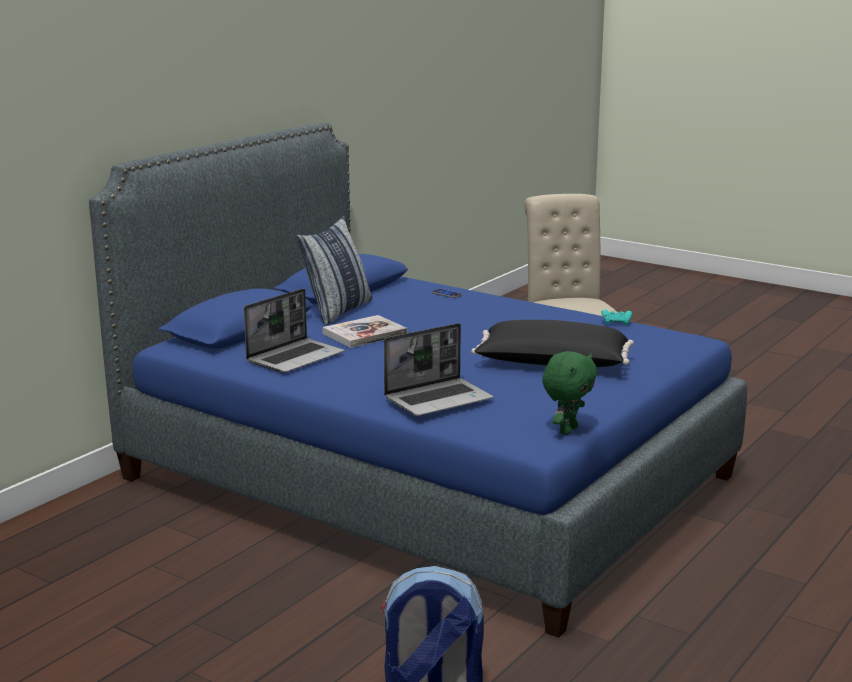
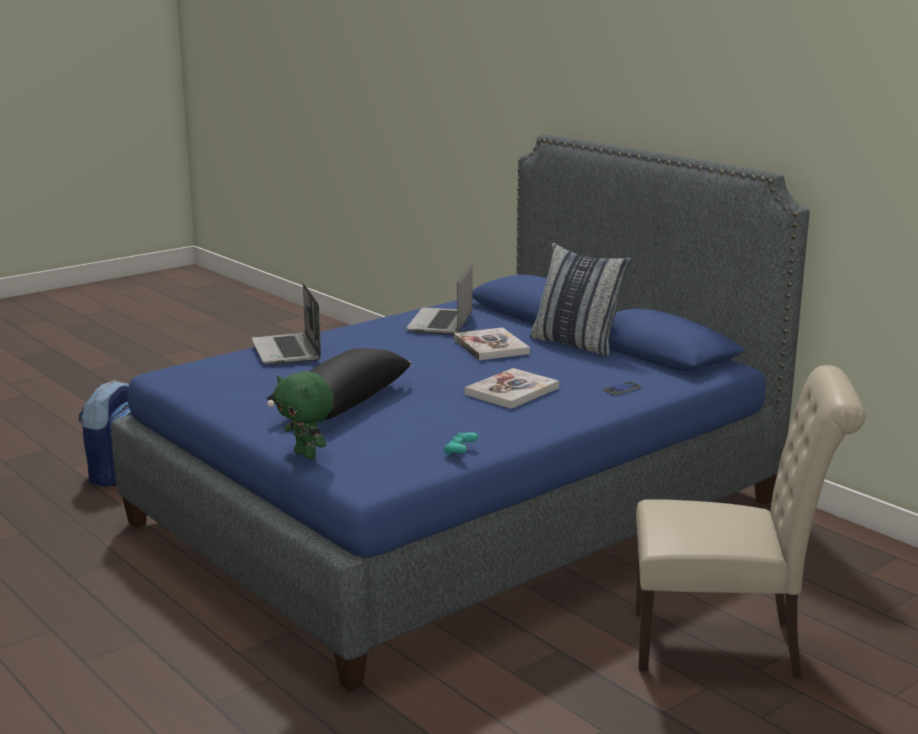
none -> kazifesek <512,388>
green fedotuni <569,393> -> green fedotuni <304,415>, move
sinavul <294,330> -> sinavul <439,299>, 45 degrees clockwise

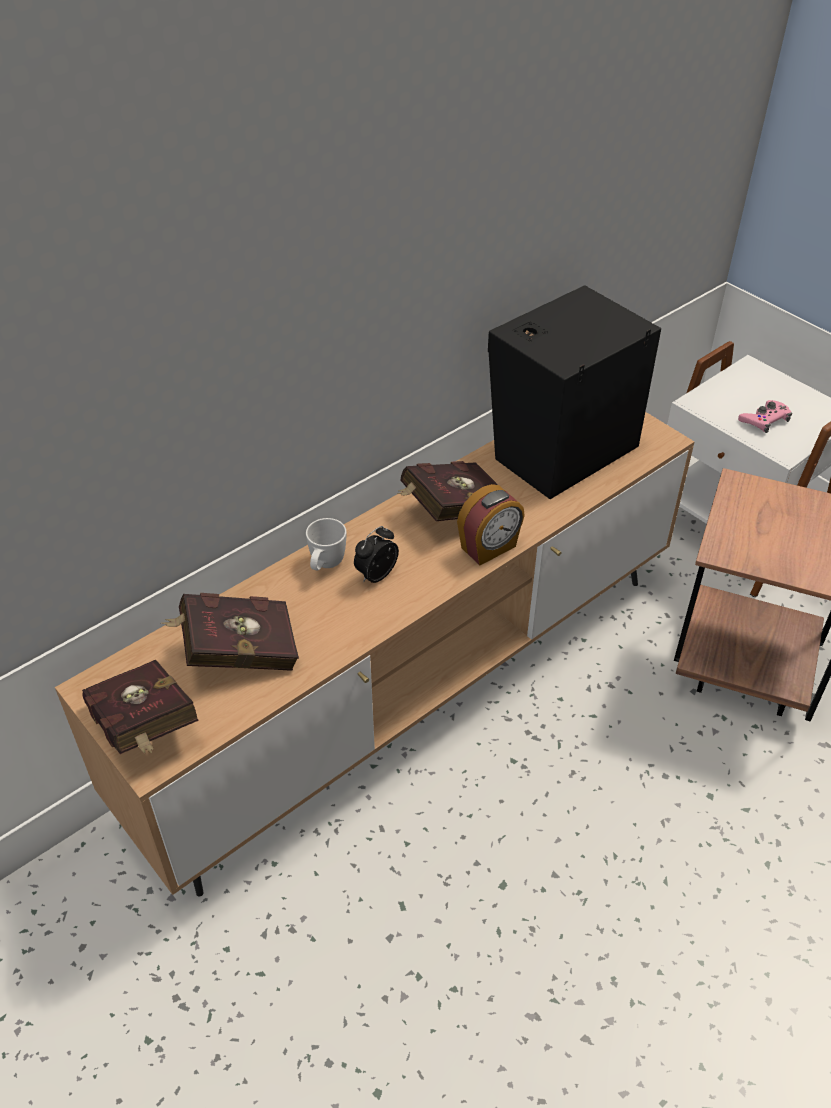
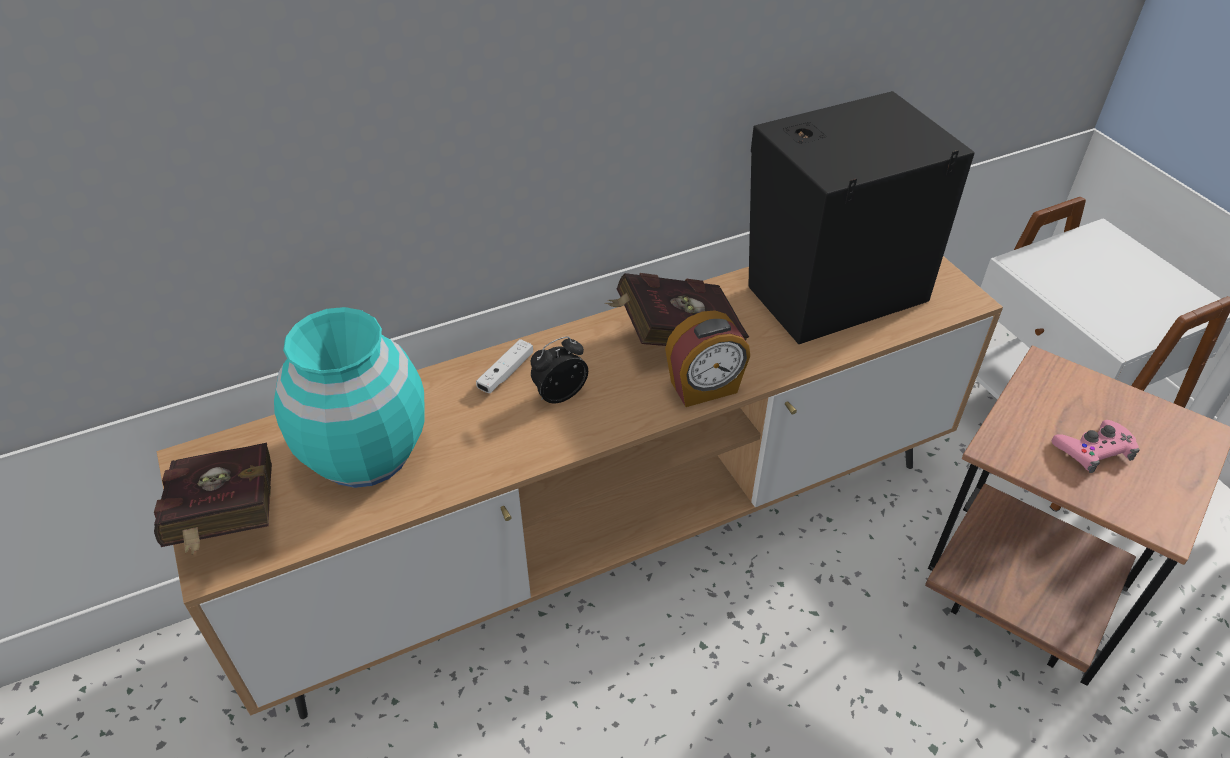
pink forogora <765,416> -> pink forogora <1096,446>, move
red kazifesek <230,632> -> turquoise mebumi <349,397>
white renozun <326,544> -> white forogora <504,366>

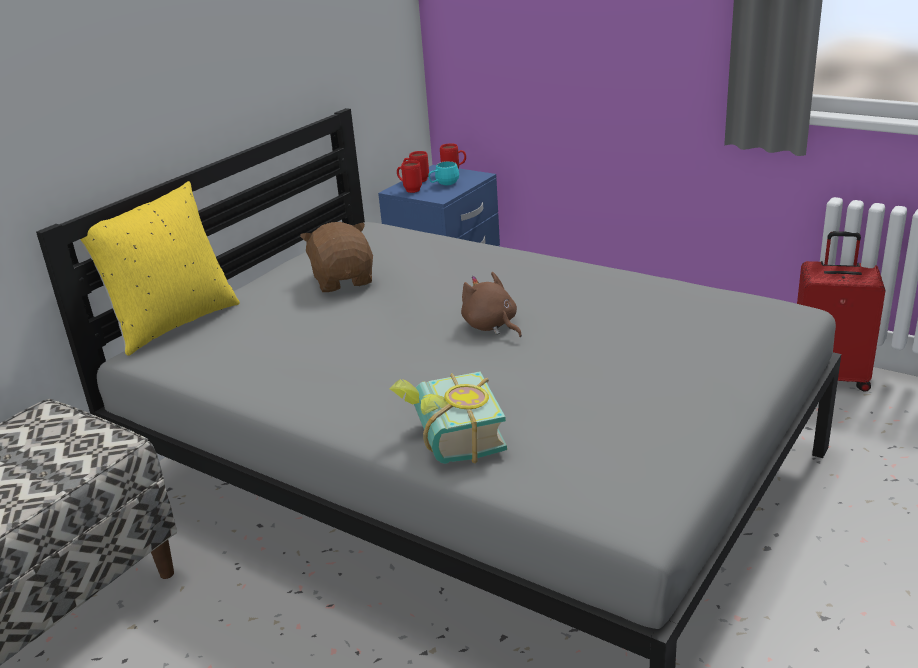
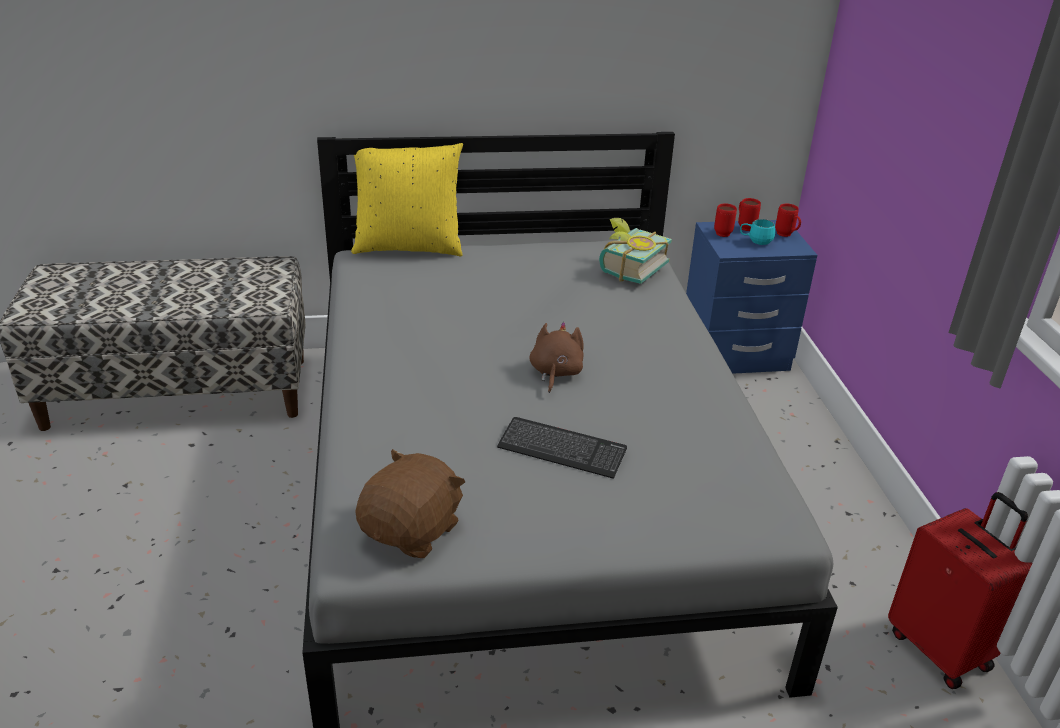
none -> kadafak <562,448>
brown fedotuni <336,257> -> brown fedotuni <410,503>, move
kazifesek <448,418> -> kazifesek <635,251>, move

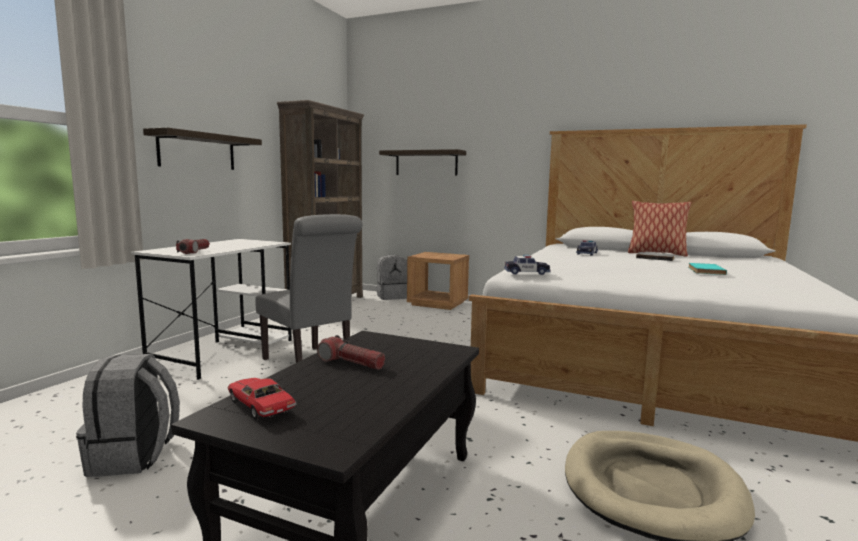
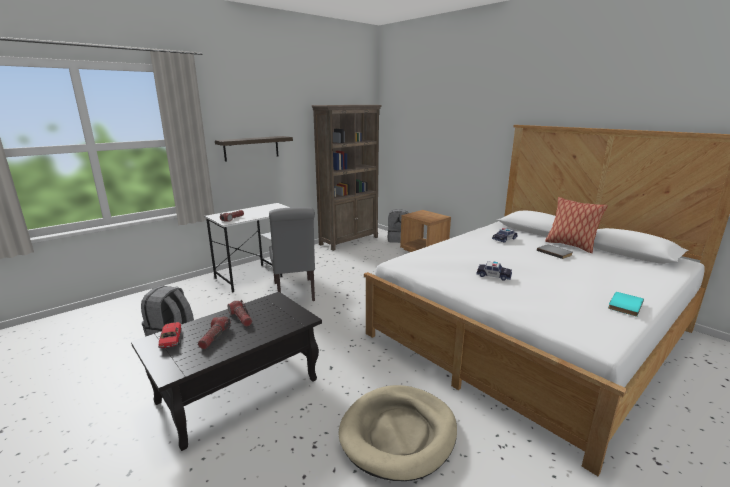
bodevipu <422,162> -> none
none -> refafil <214,332>
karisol <527,265> -> karisol <494,271>, move
turquoise kazifesek <707,269> -> turquoise kazifesek <626,304>, move

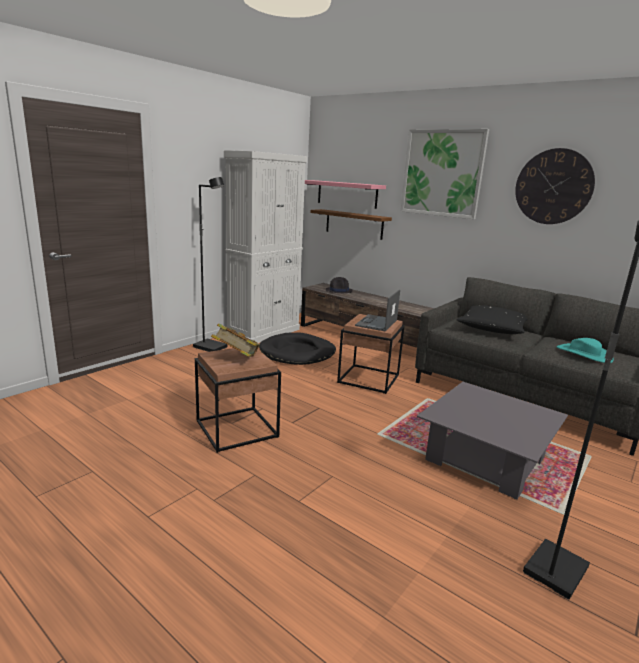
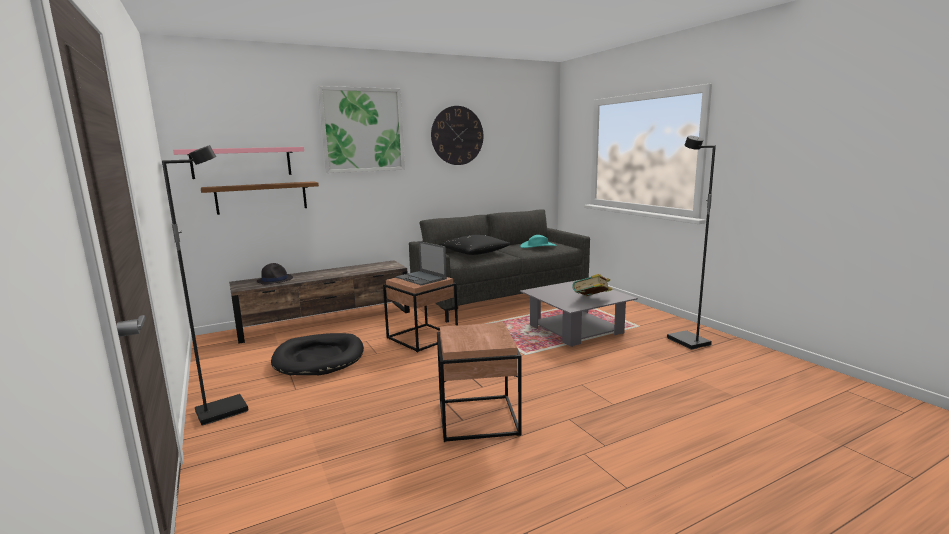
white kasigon <265,246> -> none
kazifesek <235,340> -> kazifesek <592,285>, move

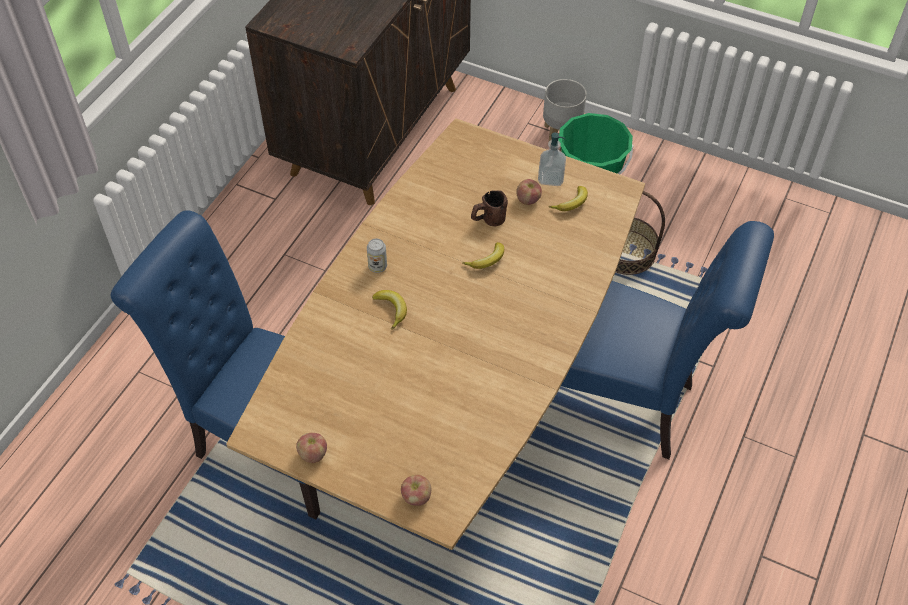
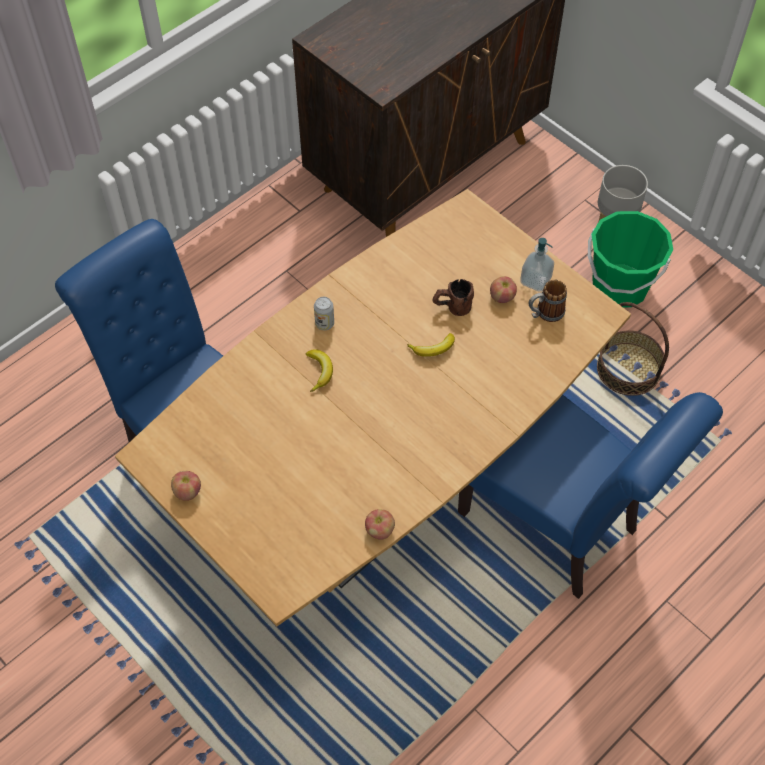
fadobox <416,490> -> fadobox <380,524>, move
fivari <568,198> -> renozun <548,300>

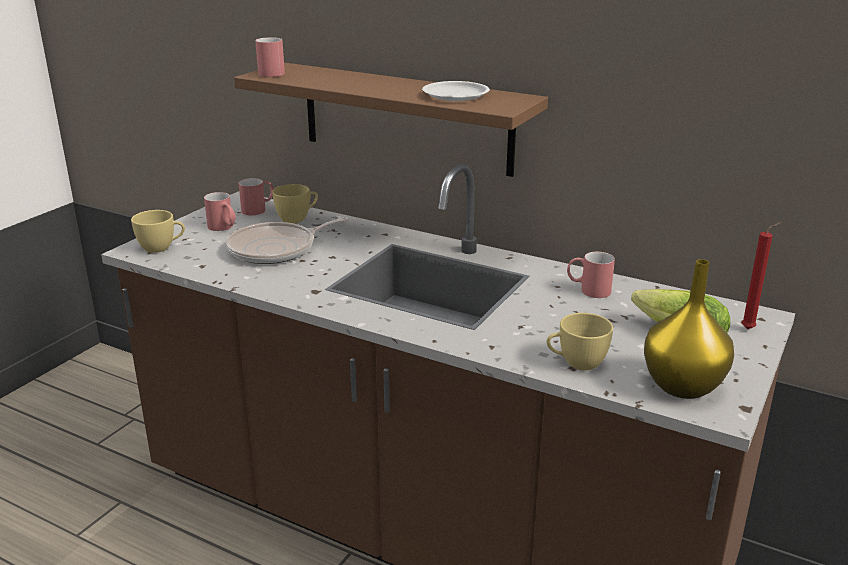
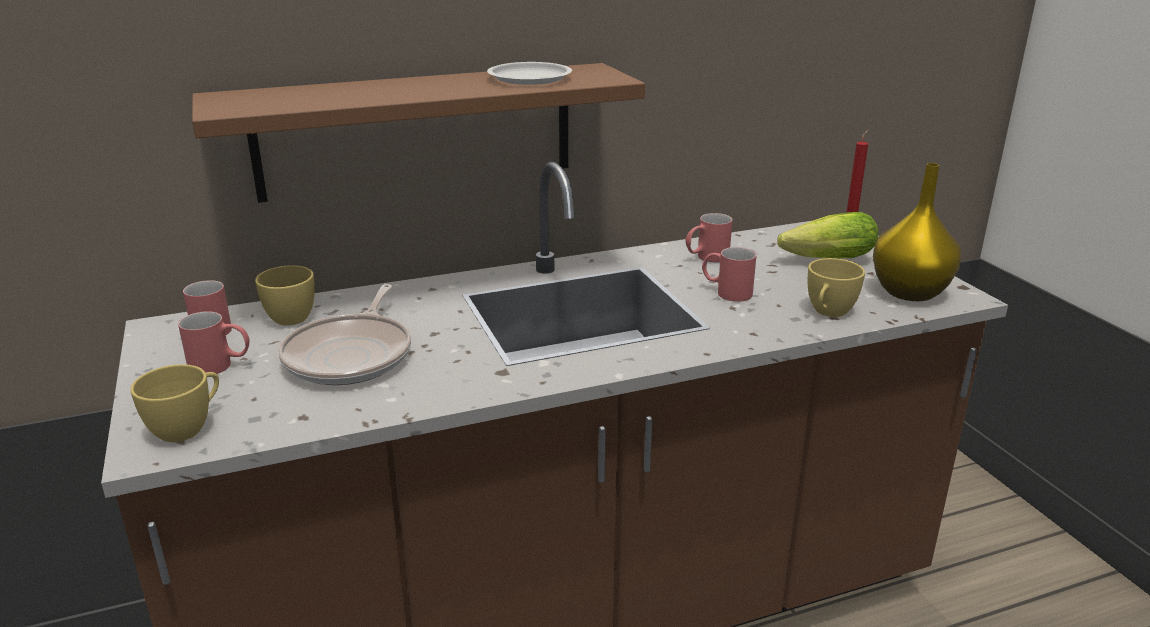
red renozun <270,57> -> red renozun <729,274>, move

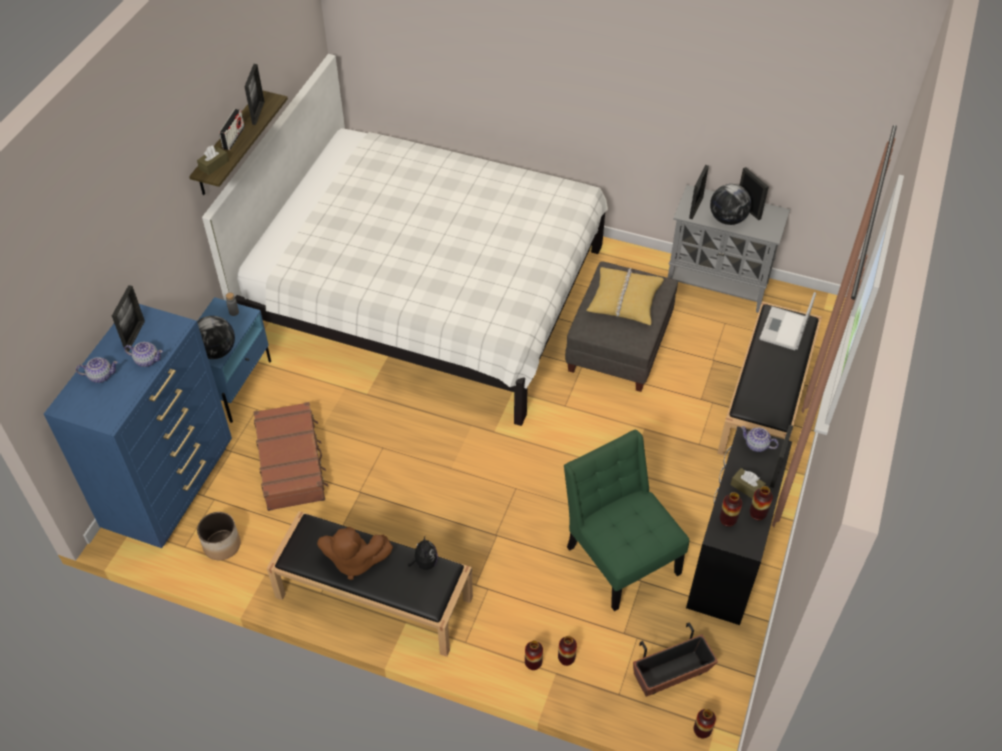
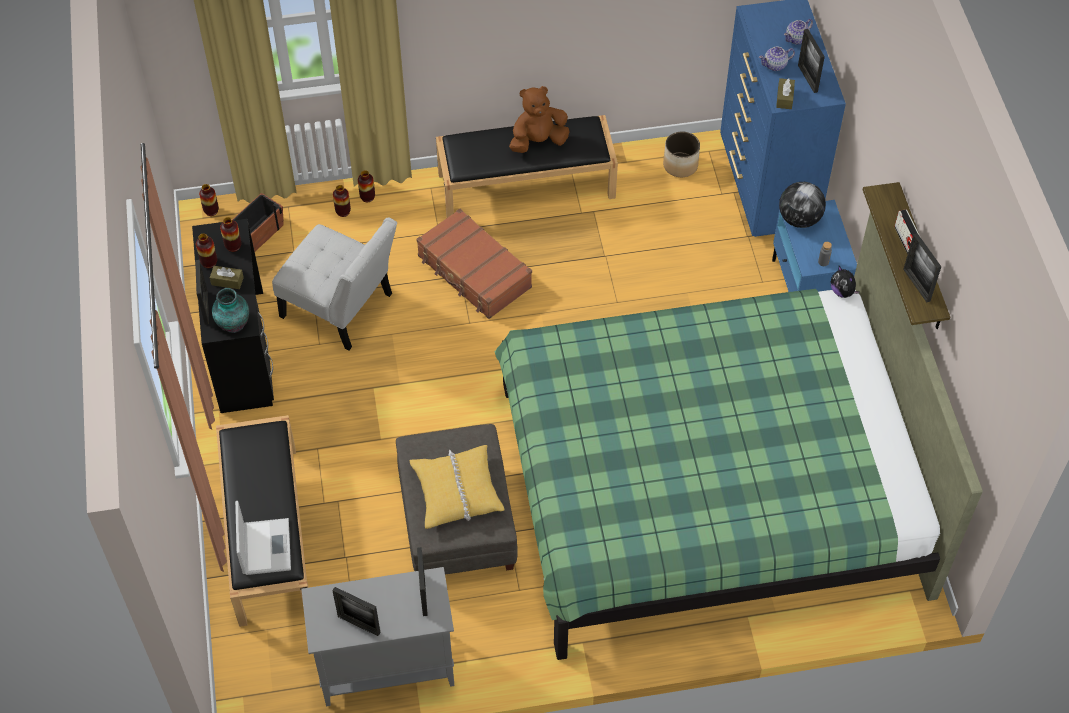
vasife <731,204> -> none
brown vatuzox <213,160> -> brown vatuzox <785,93>, move
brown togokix <291,456> -> brown togokix <474,263>, move
fedotuni <423,553> -> fedotuni <845,282>, move
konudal <760,439> -> mebumi <230,310>
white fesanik <405,240> -> green fesanik <739,436>
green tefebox <626,520> -> white tefebox <334,284>

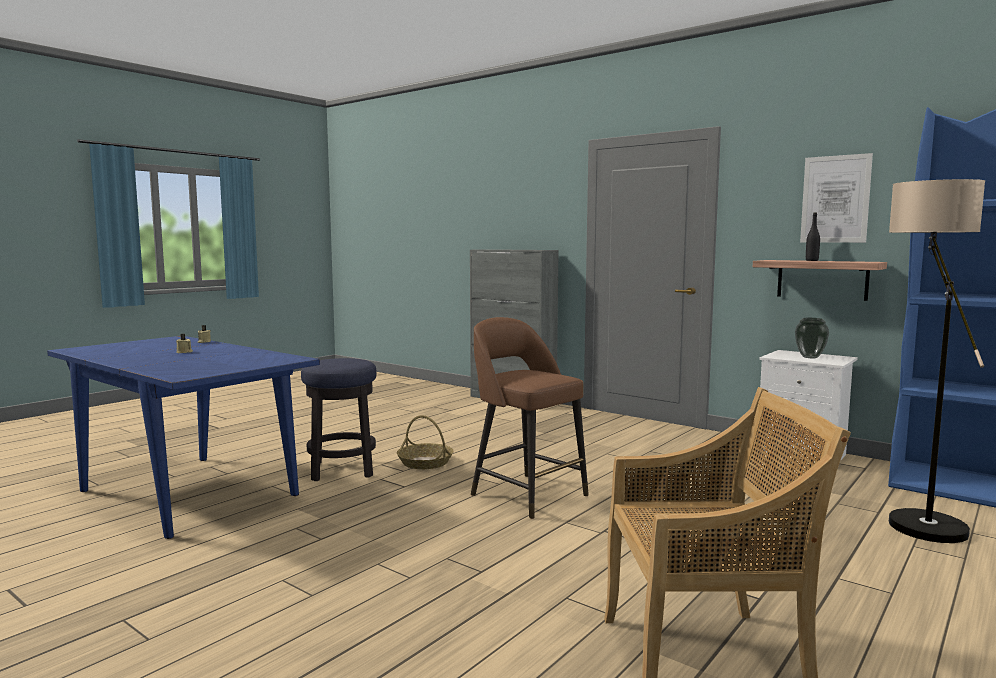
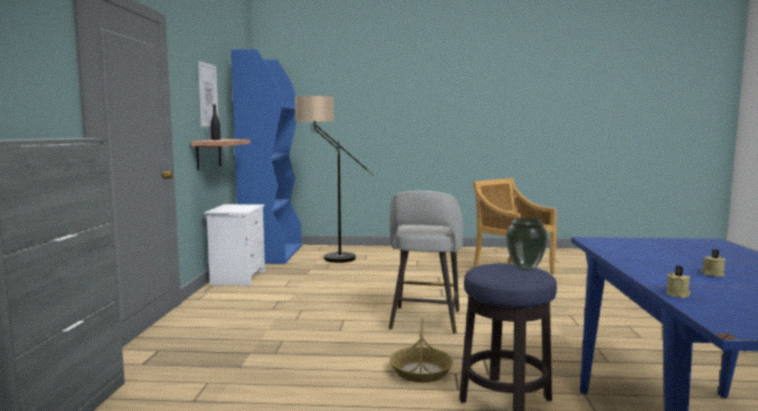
mebumi <812,338> -> mebumi <527,244>, move
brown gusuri <530,418> -> grey gusuri <426,262>

